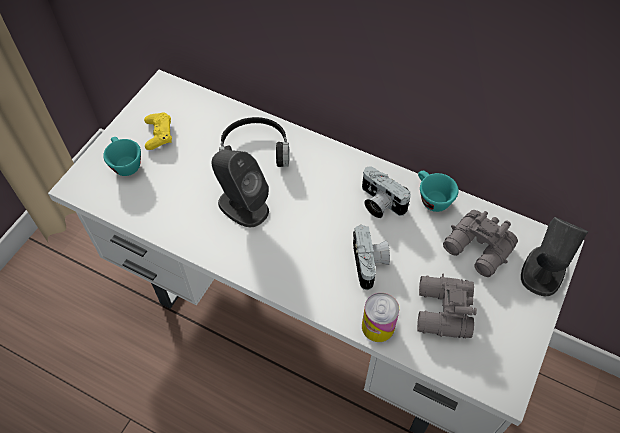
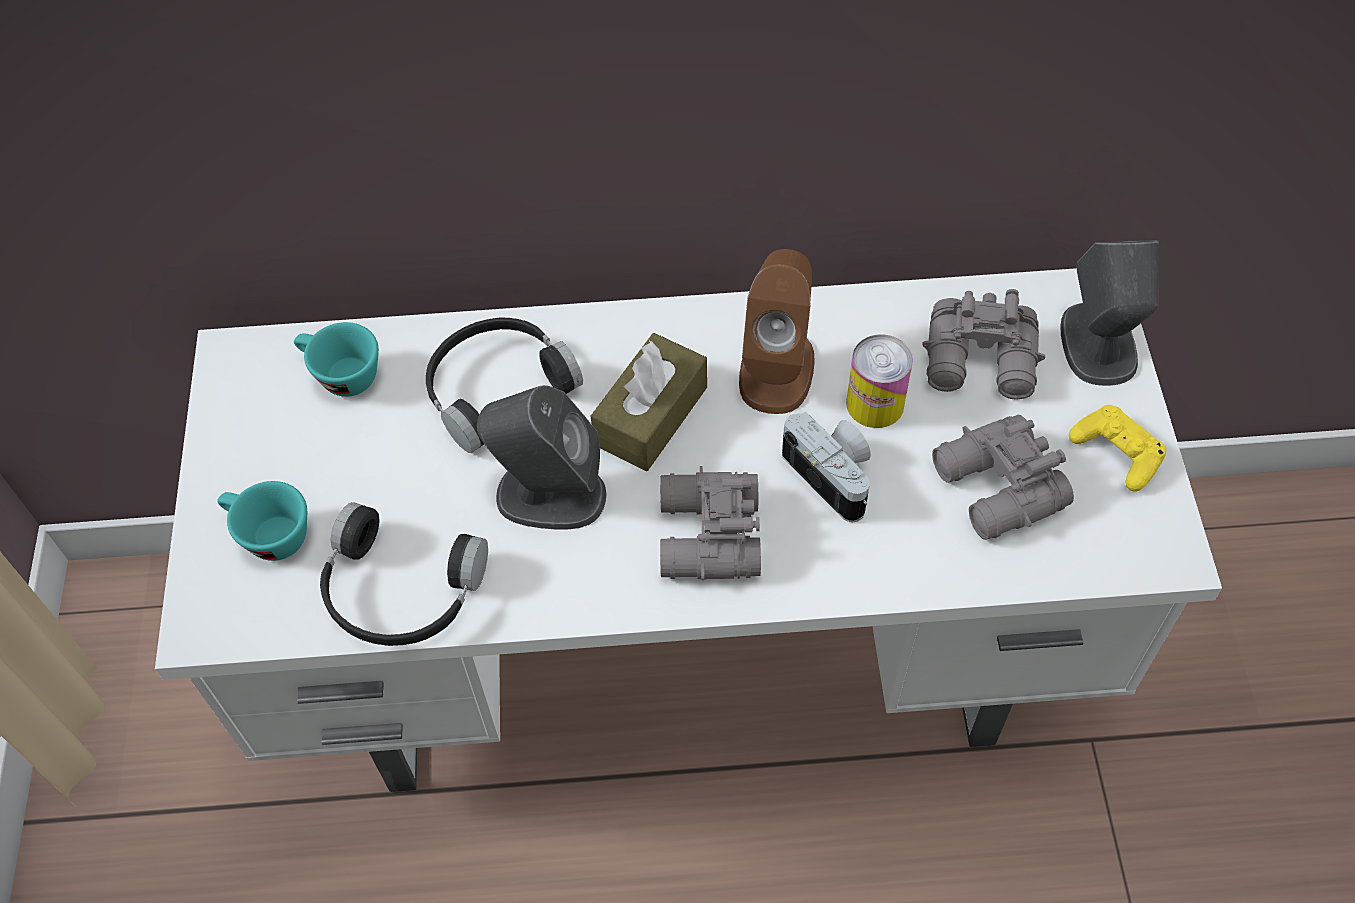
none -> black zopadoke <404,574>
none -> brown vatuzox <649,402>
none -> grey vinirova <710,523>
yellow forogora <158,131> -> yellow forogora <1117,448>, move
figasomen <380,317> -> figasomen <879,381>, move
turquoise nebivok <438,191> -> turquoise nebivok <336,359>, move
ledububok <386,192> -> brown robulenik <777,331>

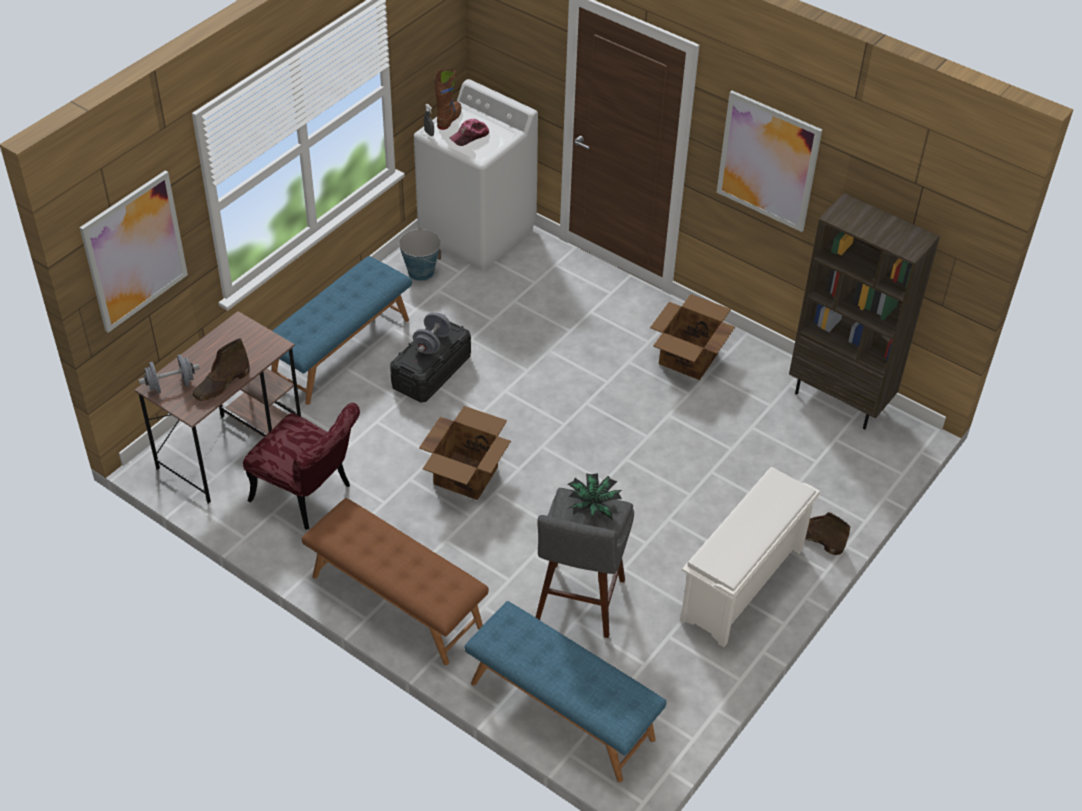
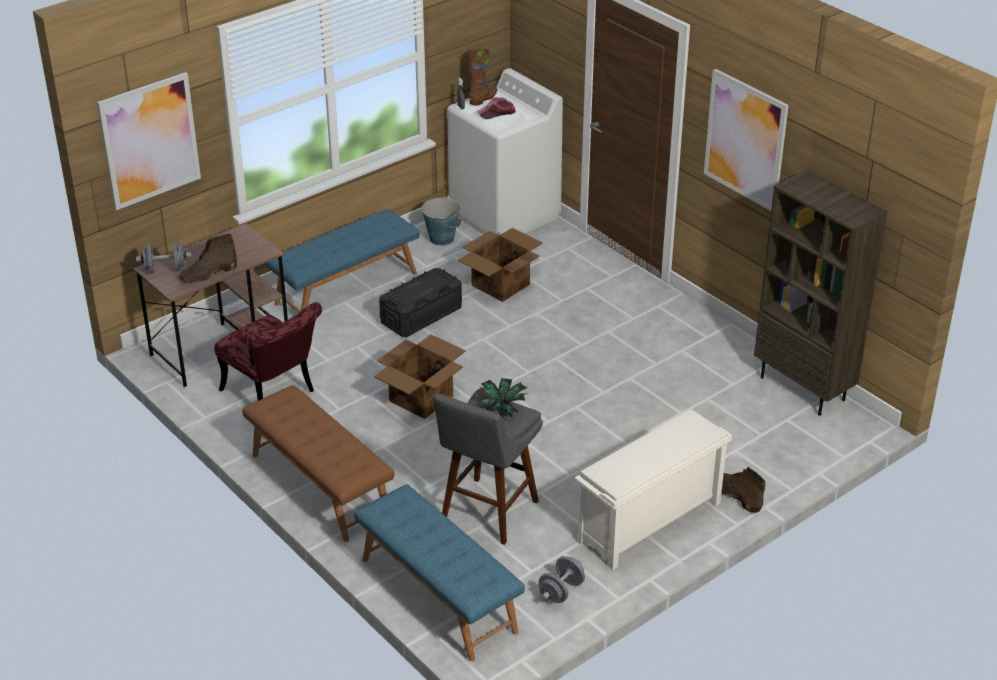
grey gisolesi <431,333> -> grey gisolesi <562,579>, move
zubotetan <692,337> -> zubotetan <500,265>, move

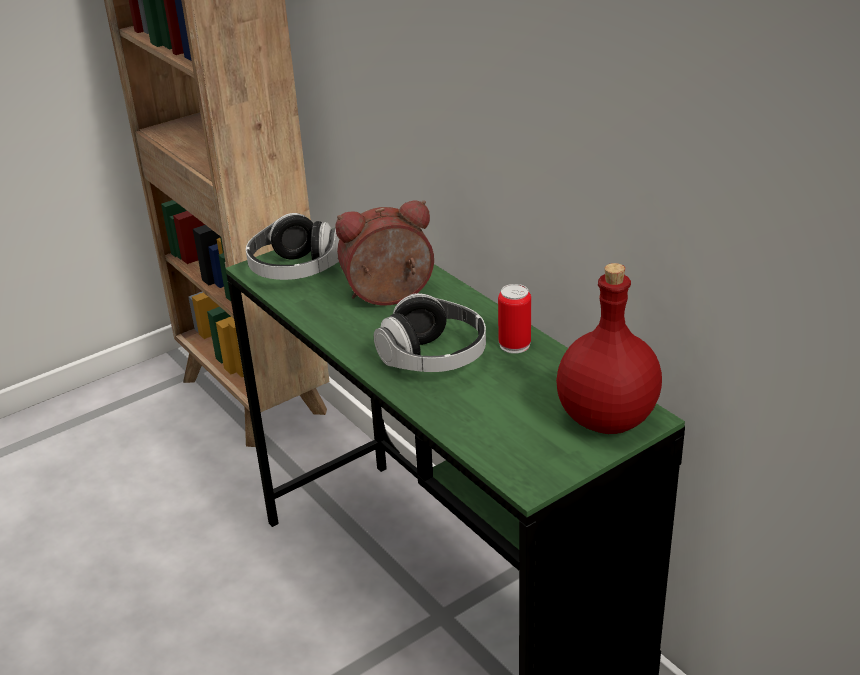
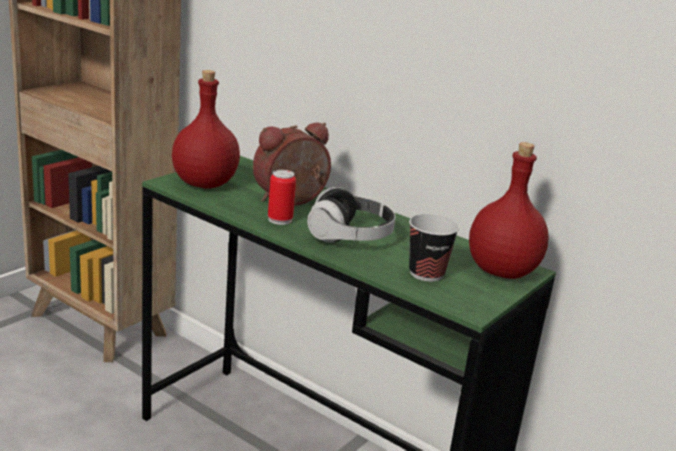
none -> nebivok <434,248>
figasomen <514,319> -> figasomen <282,197>, move
zopadoke <292,246> -> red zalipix <206,129>

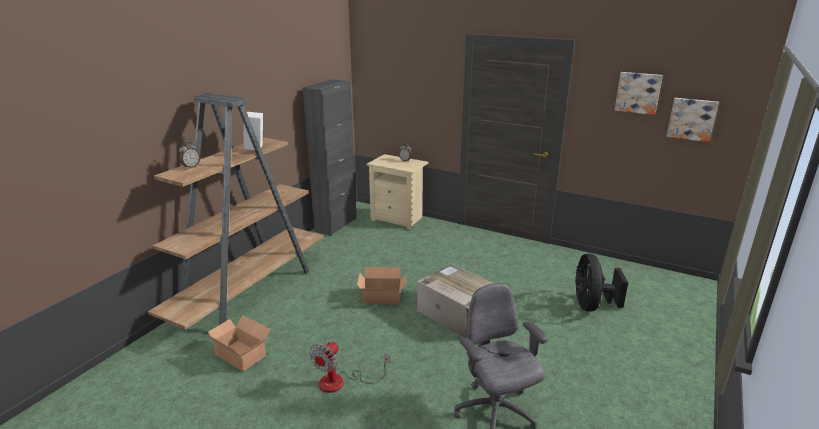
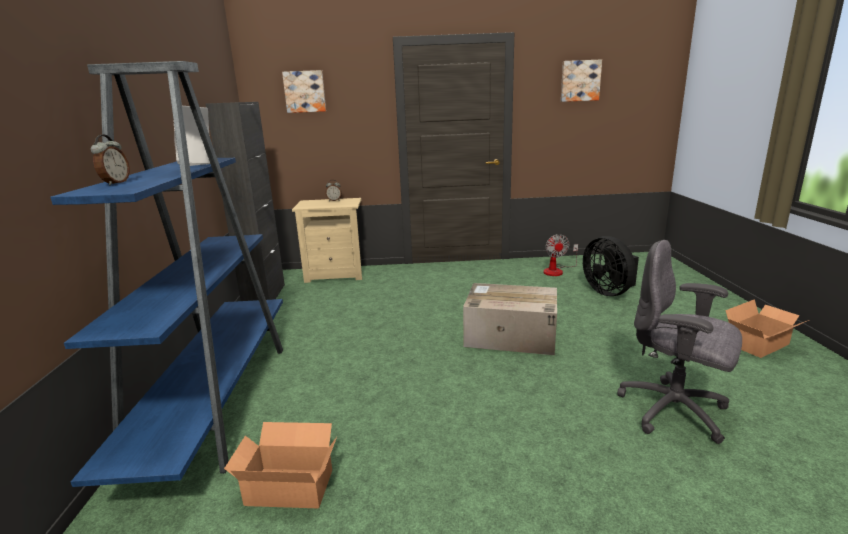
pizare <349,367> -> pizare <561,255>, move
zubotetan <381,286> -> zubotetan <767,328>, move
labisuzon <692,120> -> labisuzon <304,91>, move
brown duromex <235,211> -> blue duromex <166,274>

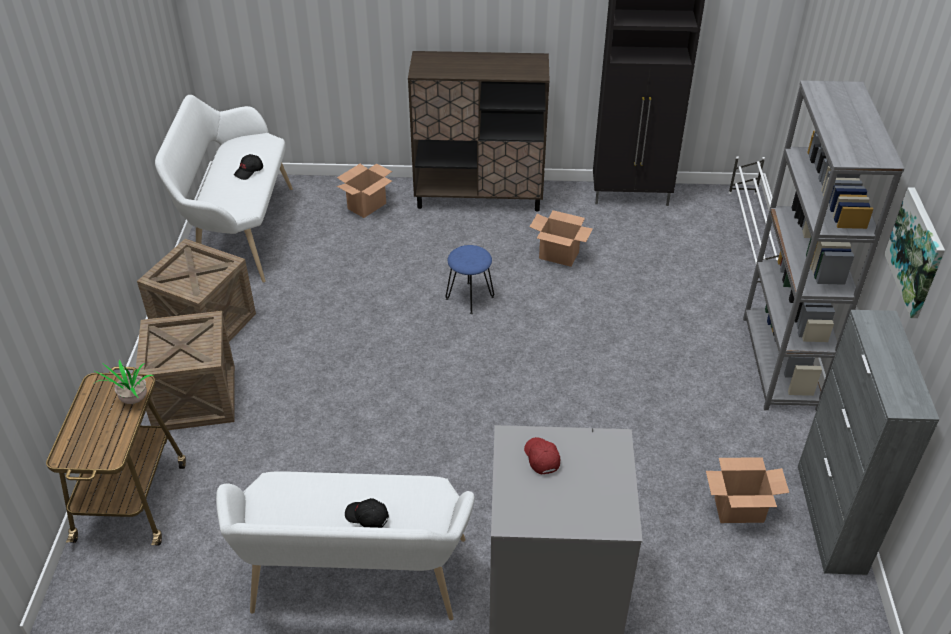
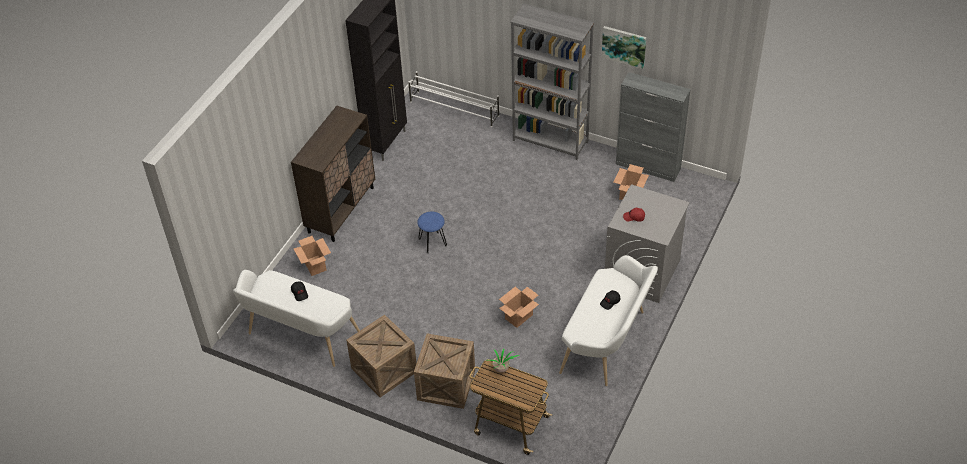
zubotetan <561,238> -> zubotetan <519,307>, move

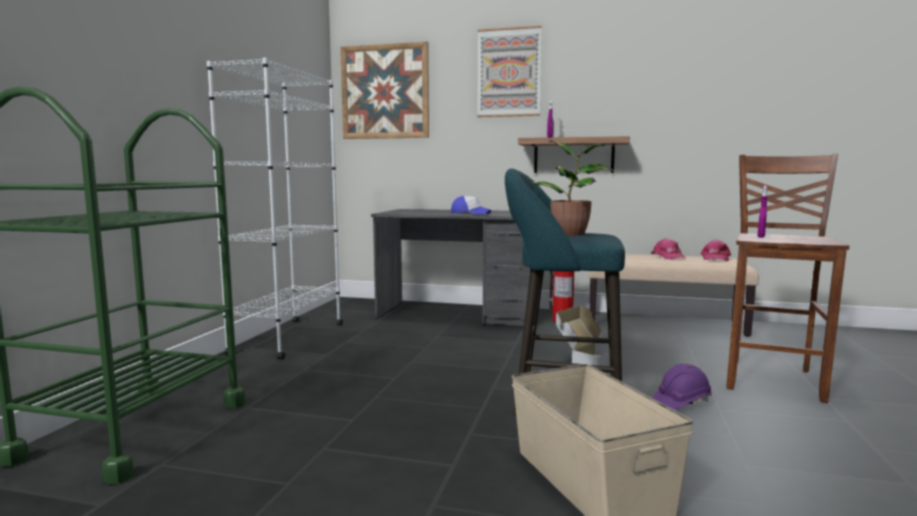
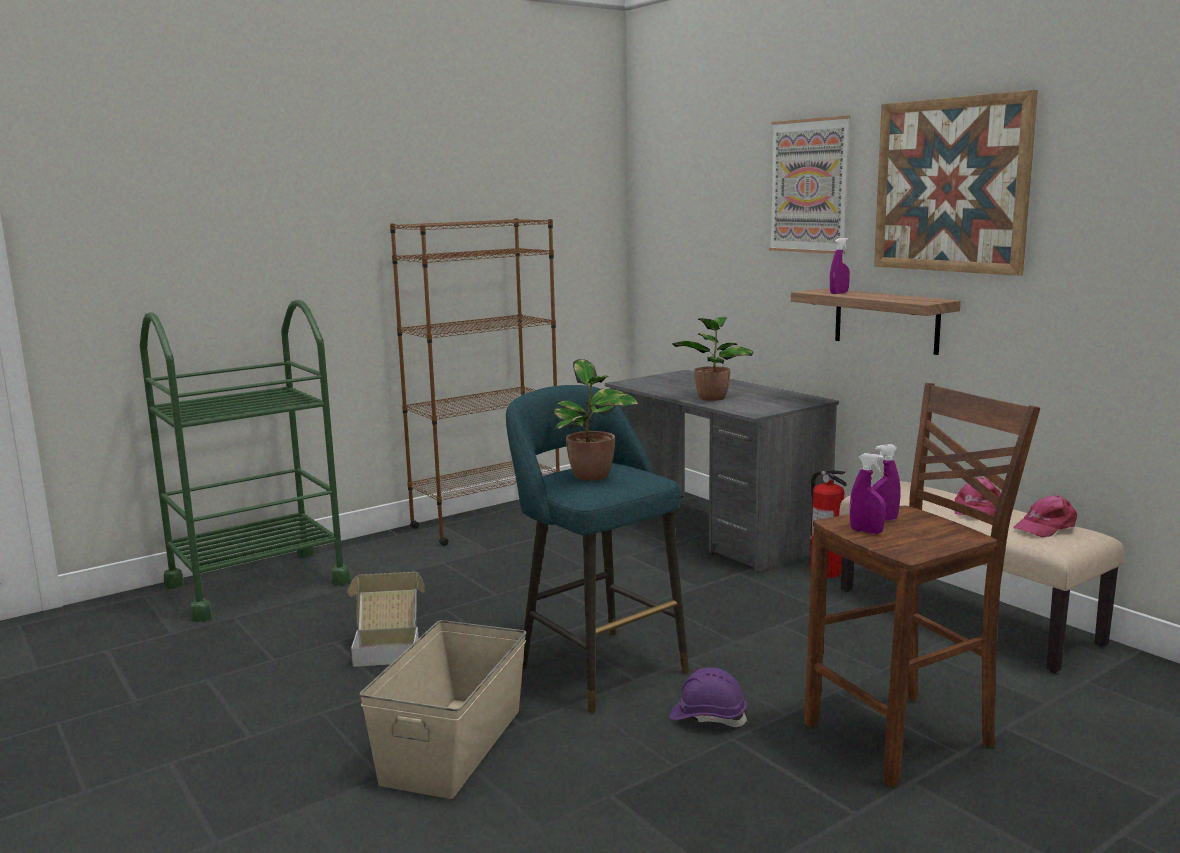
none -> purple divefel <868,493>
labisuzon <384,90> -> labisuzon <956,183>, move
zubotetan <583,336> -> zubotetan <386,619>, move
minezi <471,205> -> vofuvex <713,359>
white duromex <275,208> -> brown duromex <475,382>

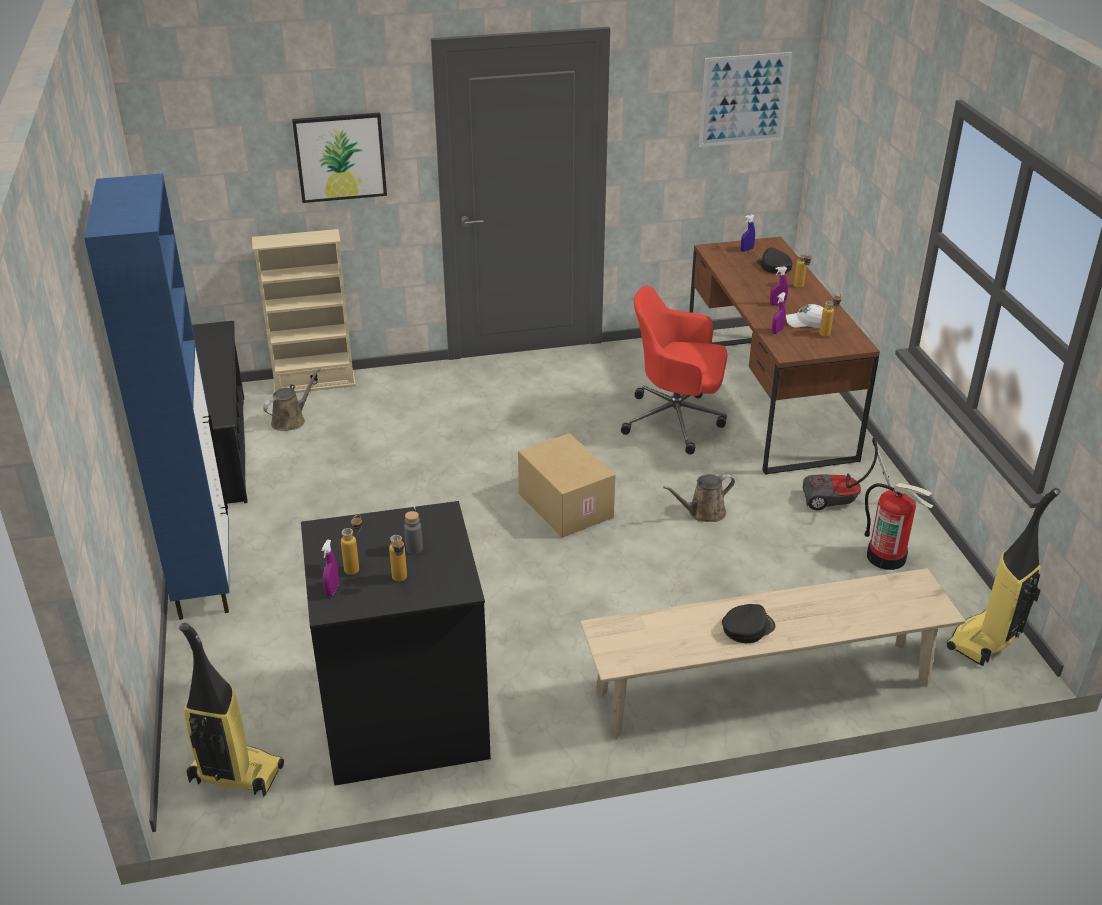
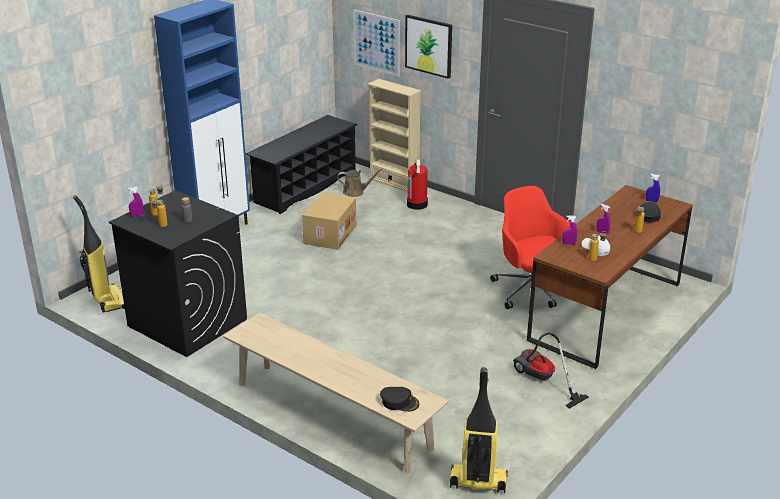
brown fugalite <699,498> -> none
zubotetan <567,485> -> zubotetan <329,221>, move
labisuzon <745,99> -> labisuzon <376,43>, move
black minezi <748,623> -> black minezi <399,399>, move
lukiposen <899,526> -> lukiposen <417,184>, move

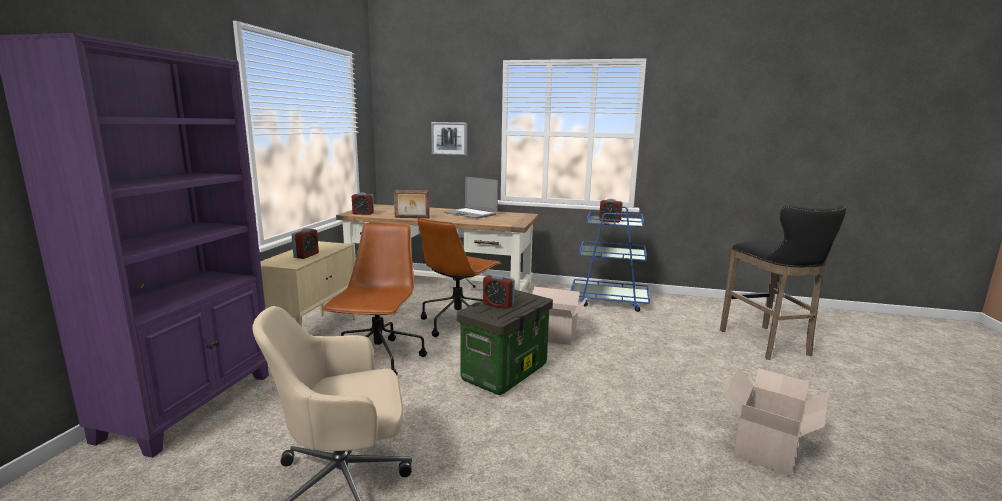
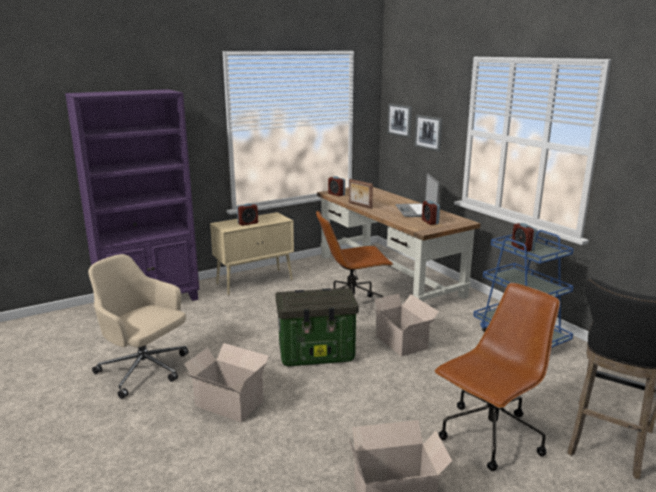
none -> zubotetan <226,382>
none -> labisuzon <399,121>
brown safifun <374,298> -> brown safifun <497,377>, move
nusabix <499,291> -> nusabix <431,212>, move

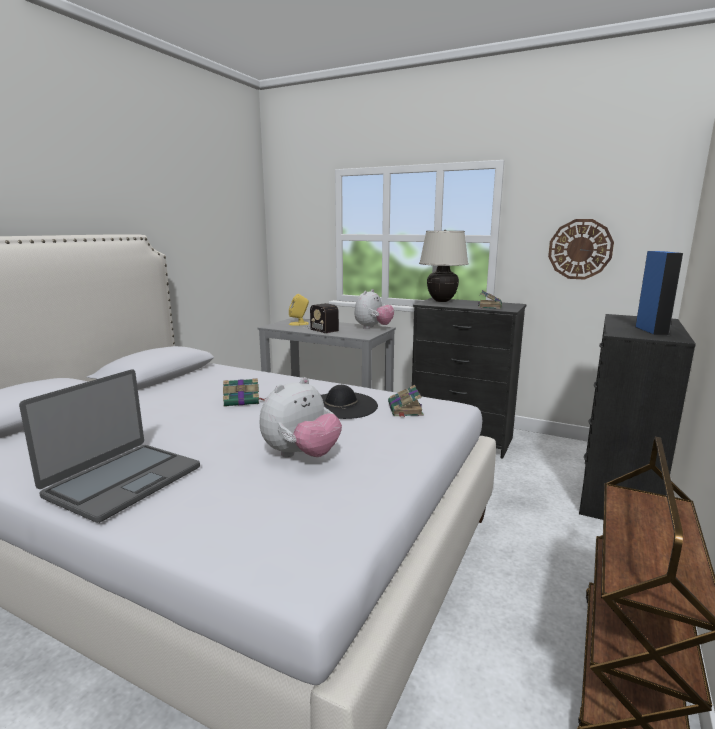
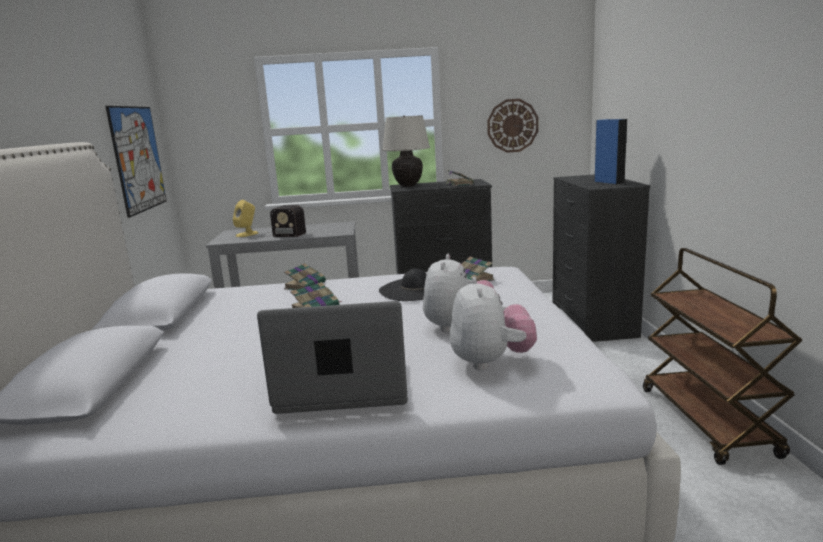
none -> labisuzon <136,162>
none -> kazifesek <305,276>
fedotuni <374,309> -> fedotuni <493,323>, move
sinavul <109,446> -> sinavul <332,357>, 90 degrees counterclockwise

